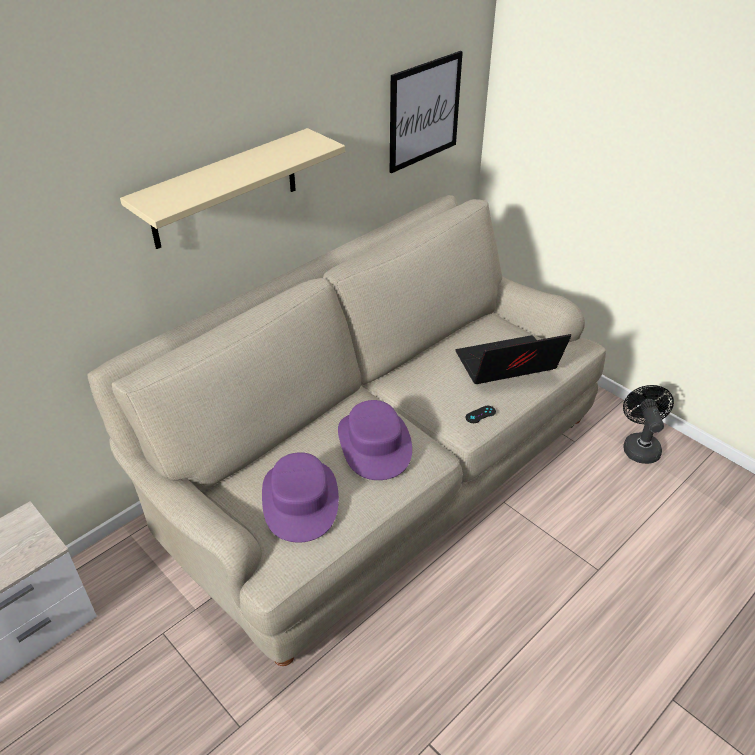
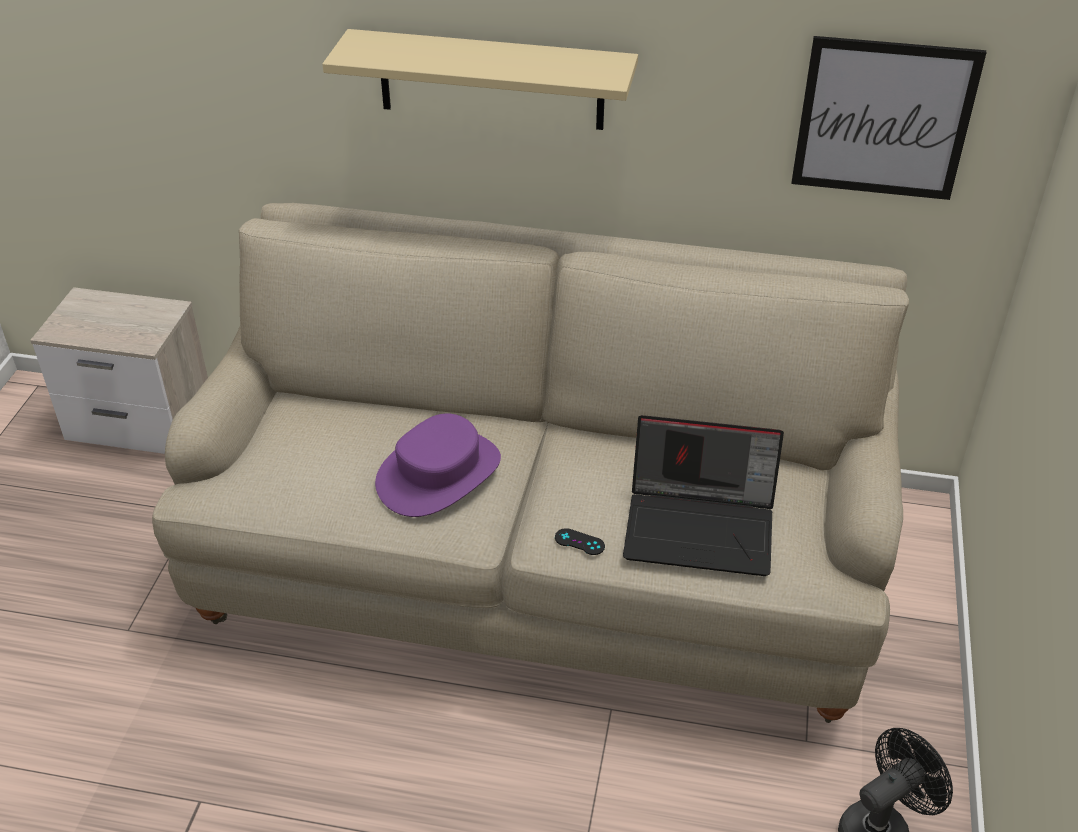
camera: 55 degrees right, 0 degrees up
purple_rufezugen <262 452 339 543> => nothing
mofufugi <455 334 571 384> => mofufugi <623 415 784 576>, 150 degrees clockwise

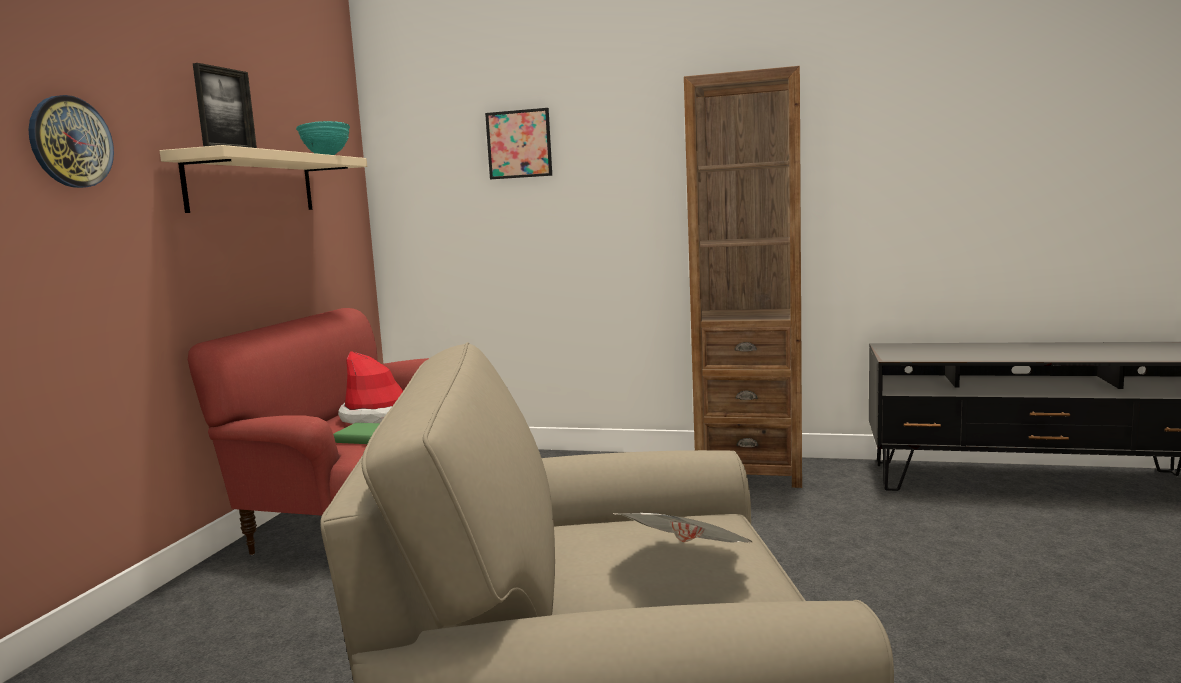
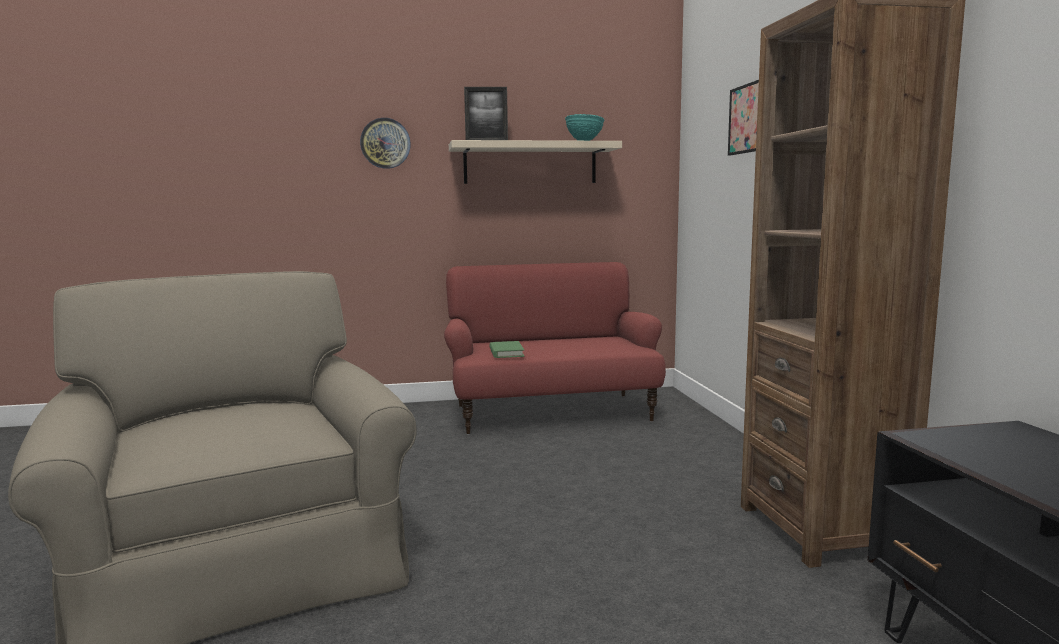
camera: 65 degrees right, 0 degrees up
rufezugen <338 351 403 424> => nothing
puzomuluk <612 513 753 543> => nothing

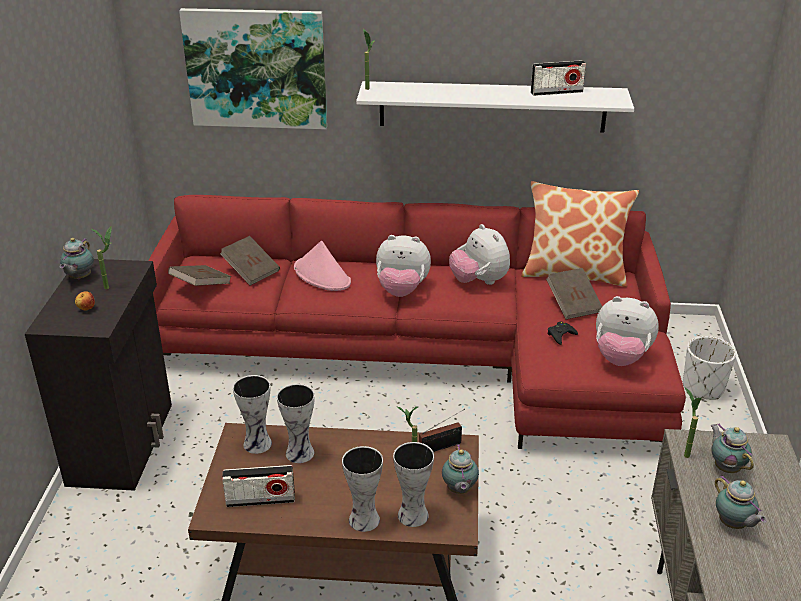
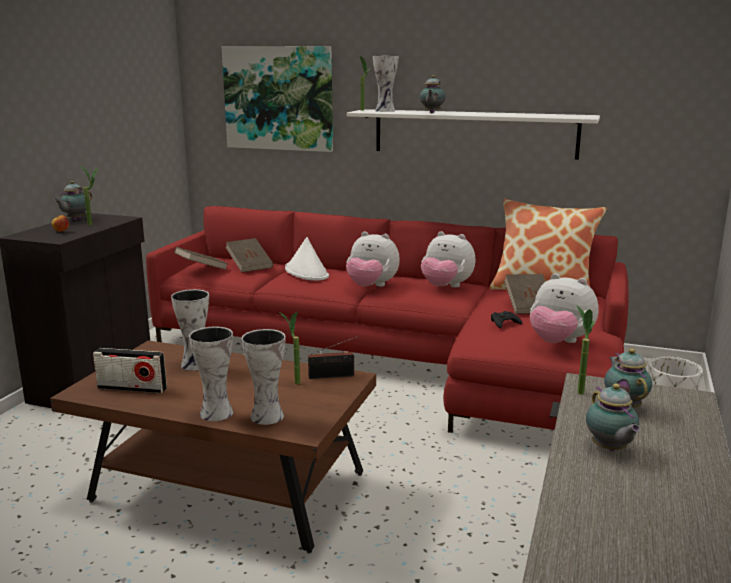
camera: 15 degrees right, 15 degrees down
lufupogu <233 375 272 454> => lufupogu <373 56 399 112>, relocated
pink_rufezugen <294 241 351 291> => white_rufezugen <285 237 329 281>
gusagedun <442 444 479 494> => gusagedun <420 75 446 113>, relocated
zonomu <449 224 510 285> => zonomu <421 231 475 288>, 45 degrees counterclockwise
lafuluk <531 60 586 96> => nothing

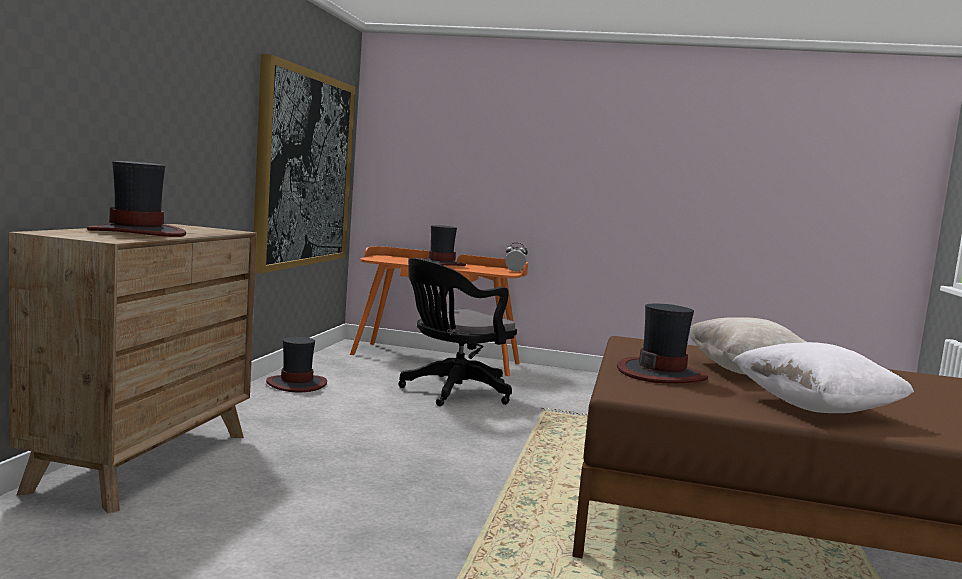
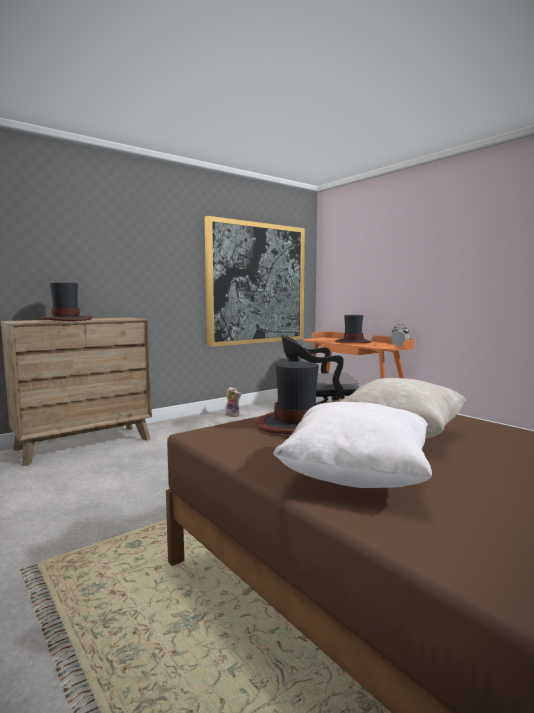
camera: 40 degrees right, 0 degrees up
rufezugen <266 337 327 392> => zonomu <225 387 241 417>

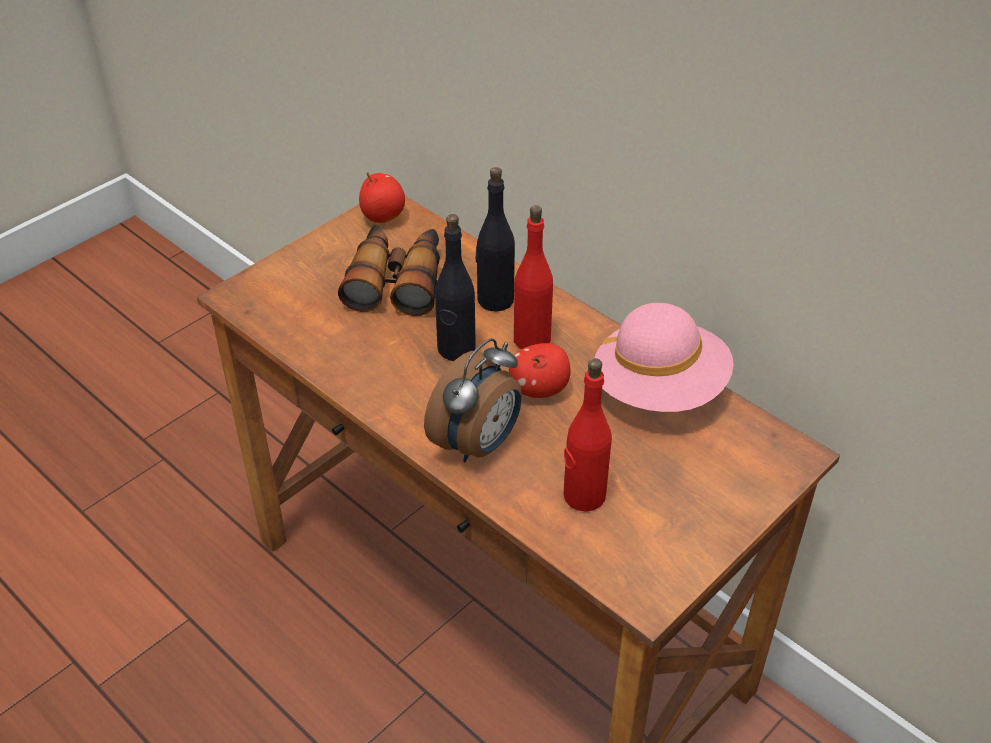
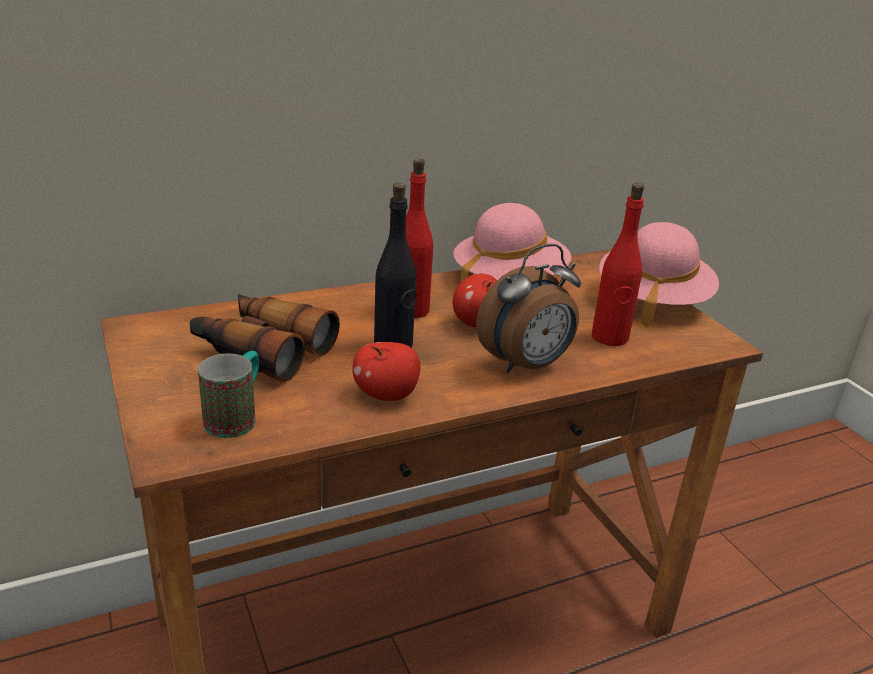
camera: 70 degrees left, 15 degrees down
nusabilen <359 172 405 223> => nusabilen <352 342 420 401>, relocated
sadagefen <424 338 522 463> => sadagefen <476 244 581 373>, 90 degrees clockwise
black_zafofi <476 167 515 312> => nothing
nothing => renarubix <198 351 259 438>
nothing => pink_rufezugen <599 222 719 327>

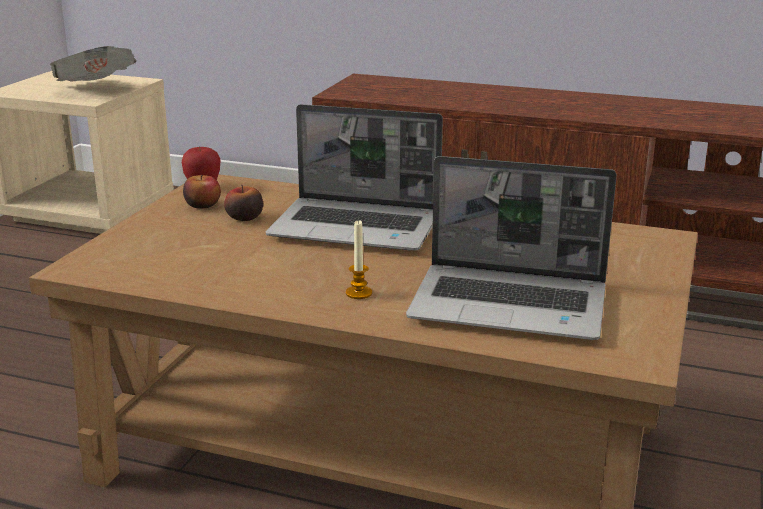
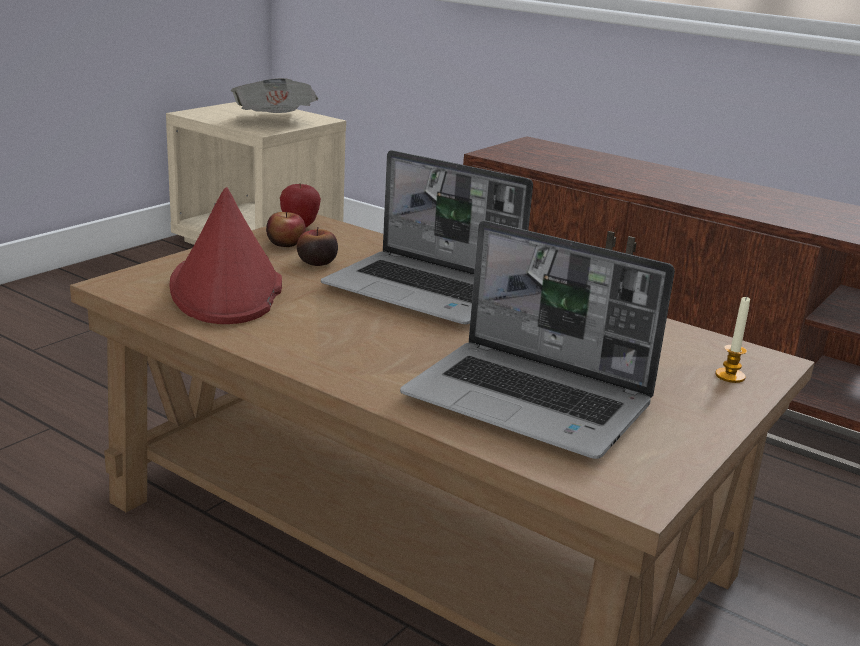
camera: 15 degrees right, 0 degrees up
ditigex <346 220 372 299> => ditigex <715 296 750 383>, relocated
nothing => red_rufezugen <169 187 282 324>

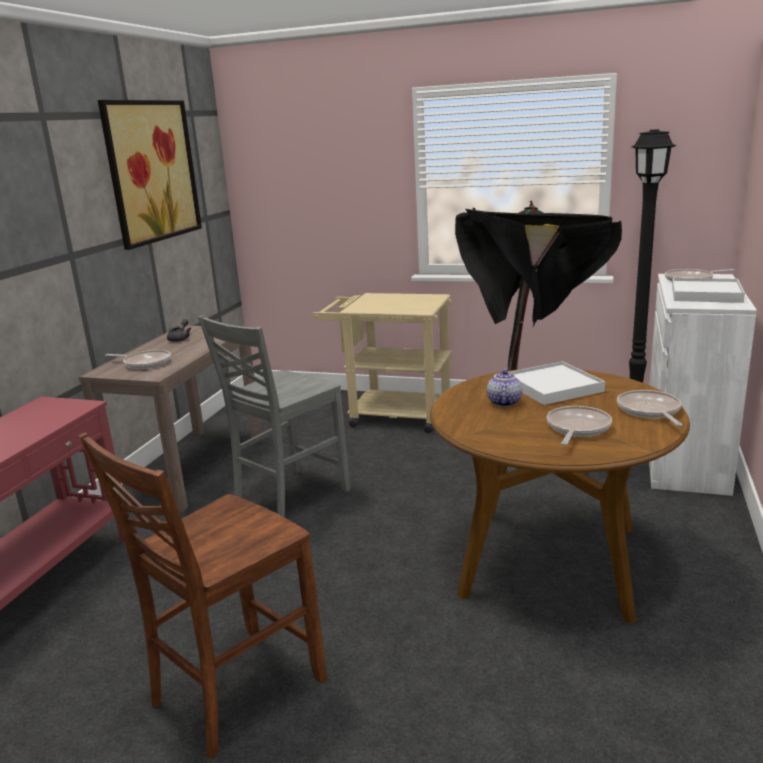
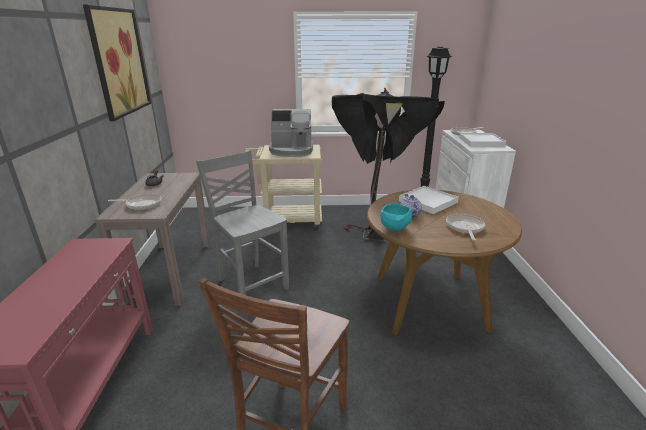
camera: 20 degrees left, 5 degrees up
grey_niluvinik <198 315 350 518> => grey_niluvinik <196 150 289 295>, 120 degrees clockwise
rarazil <617 390 683 426> => nothing
nothing => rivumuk <269 109 313 157>
nothing => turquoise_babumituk <380 203 412 231>

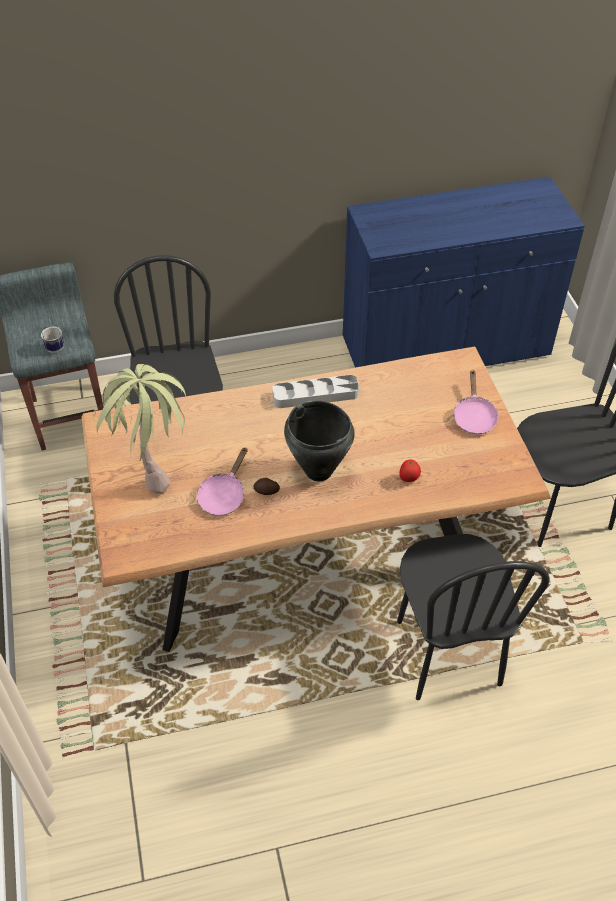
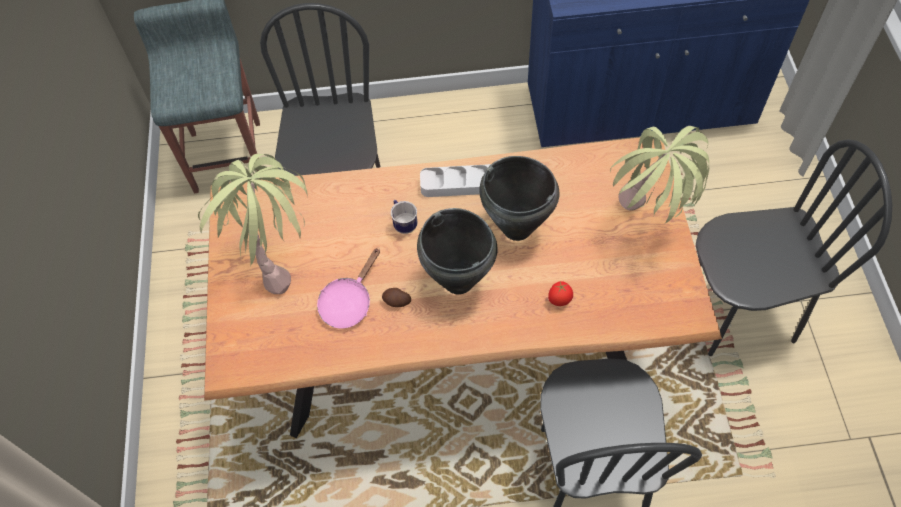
camera: 10 degrees right, 10 degrees up
renarubix <41 327 64 353> => renarubix <391 200 417 234>, relocated
pink_rarazil <453 371 499 435> => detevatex <610 126 709 223>
nothing => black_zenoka <479 156 560 241>

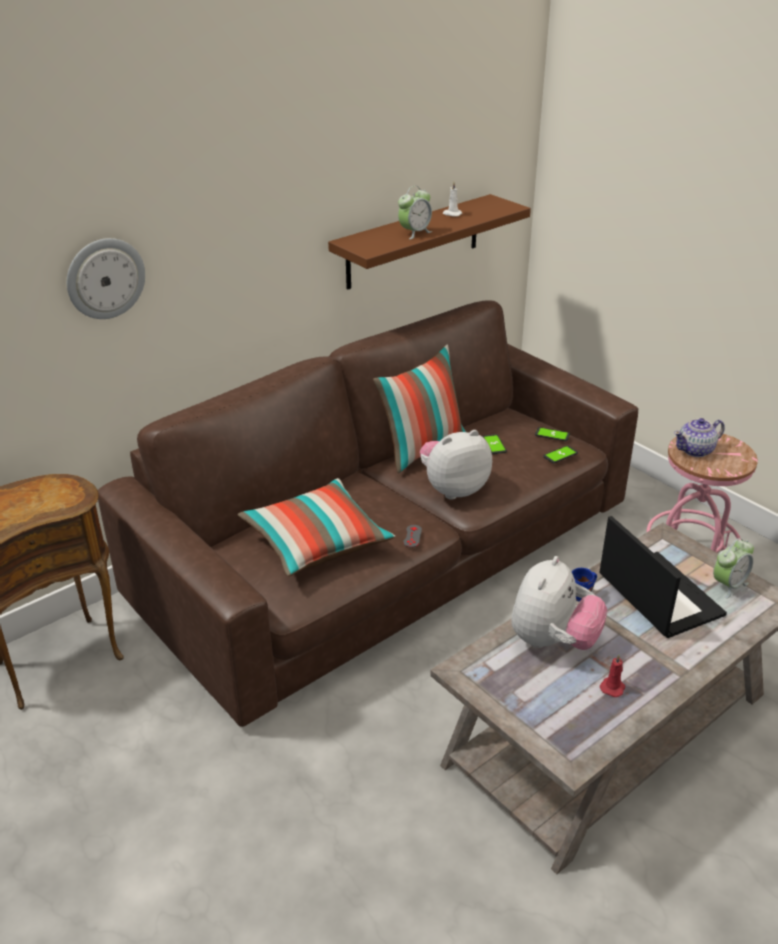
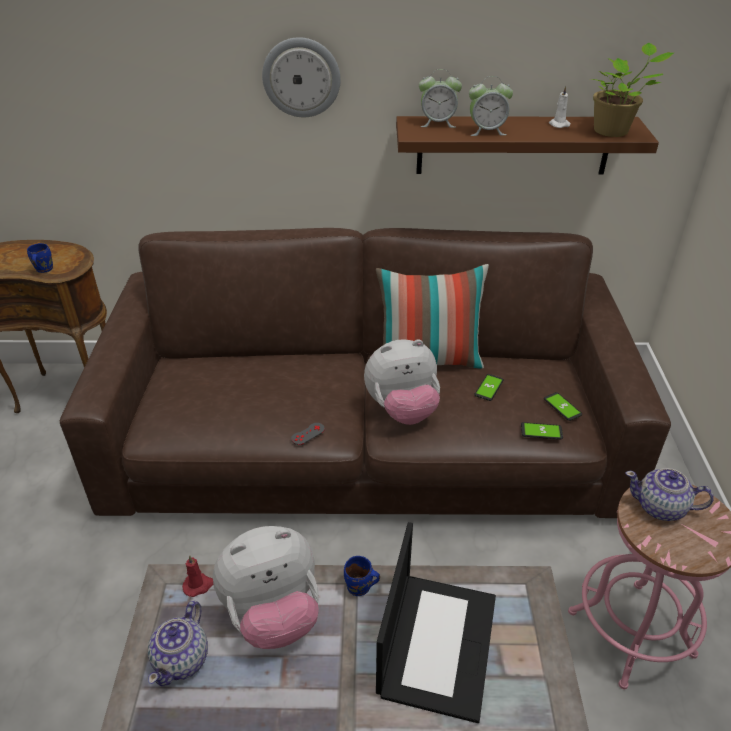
camera: 40 degrees right, 5 degrees up
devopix <67 238 145 319> => devopix <262 37 341 117>, relocated
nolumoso <237 478 395 576> => nothing
zonomu <420 430 492 500> => zonomu <364 339 440 425>, 150 degrees clockwise
red_ditigex <600 654 625 697> => red_ditigex <182 555 213 597>, relocated
sadagefen <713 538 754 599> => sadagefen <419 69 462 128>, relocated
nothing => blue_renarubix <27 243 53 273>
nothing => gusagedun <148 601 208 686>
nothing => detevatex <592 43 674 137>

